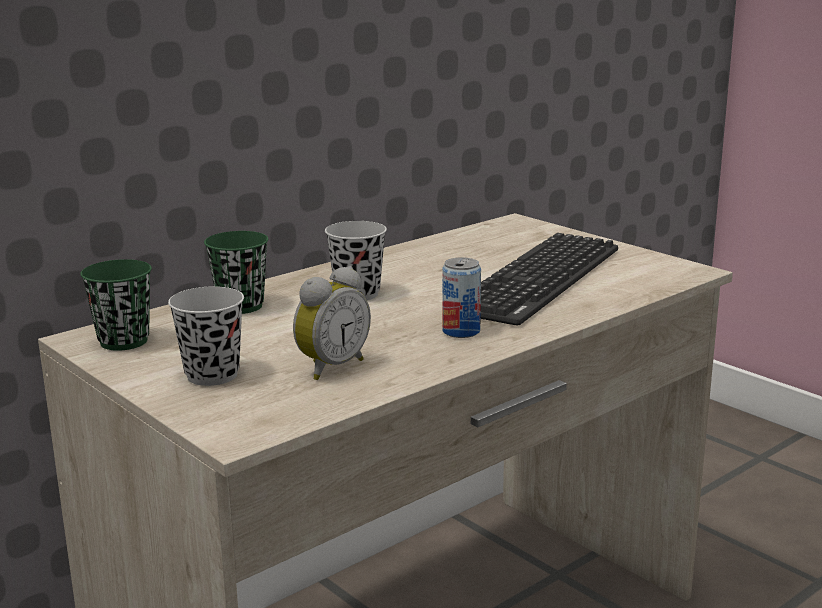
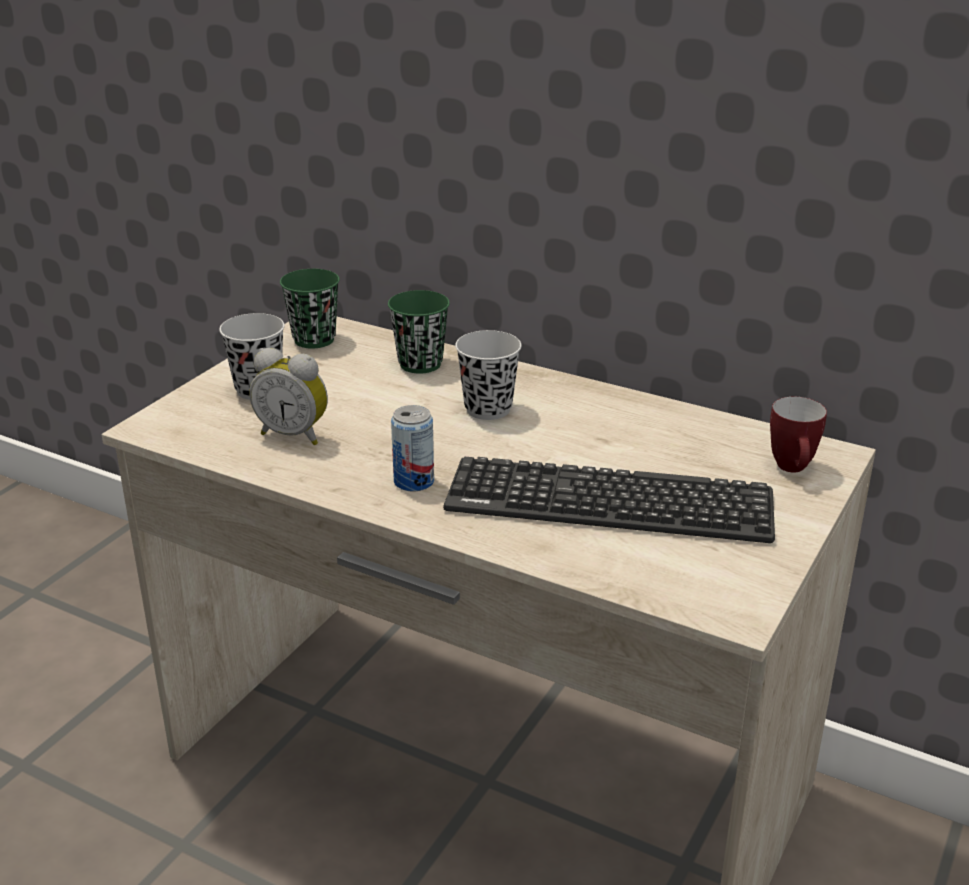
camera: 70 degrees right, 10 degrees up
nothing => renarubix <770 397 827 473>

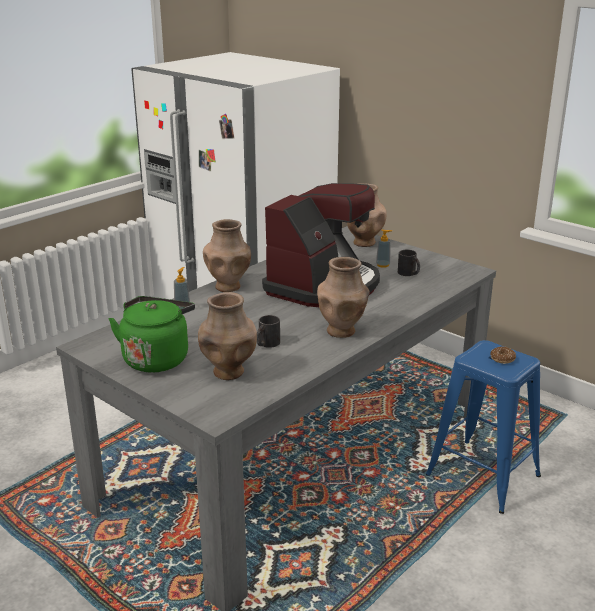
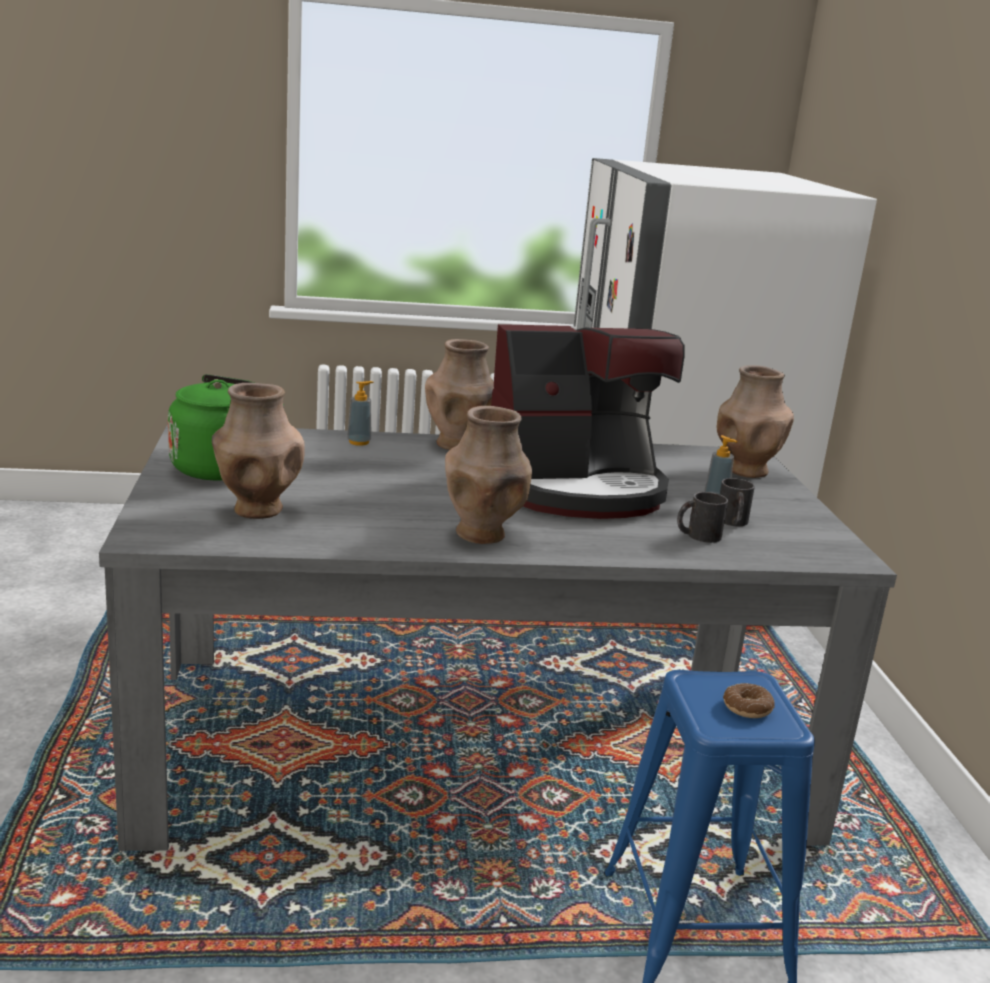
camera: 40 degrees right, 5 degrees down
black_renarubix <257 315 280 348> => black_renarubix <677 492 728 543>, relocated

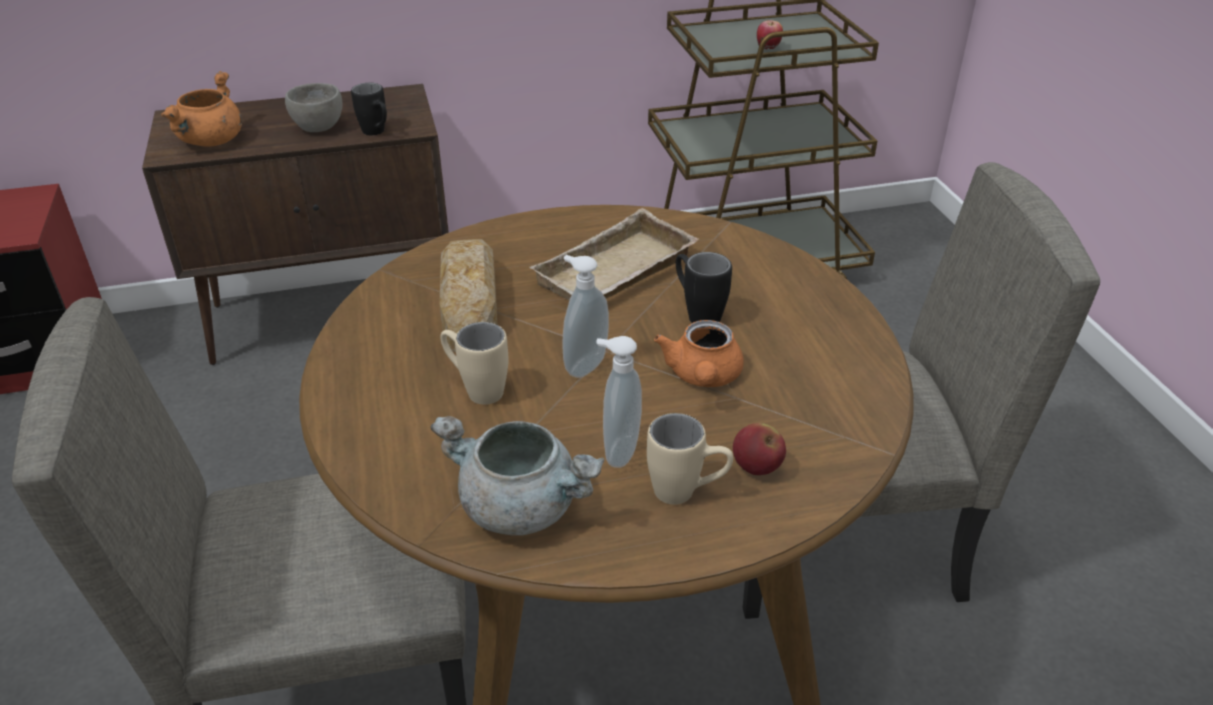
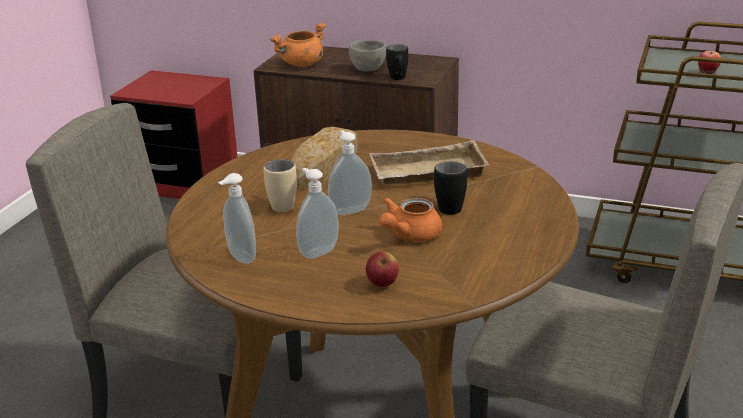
camera: 35 degrees right, 10 degrees down
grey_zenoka <430 416 604 536> => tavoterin <218 173 256 264>
beige_renarubix <647 413 733 505> => nothing

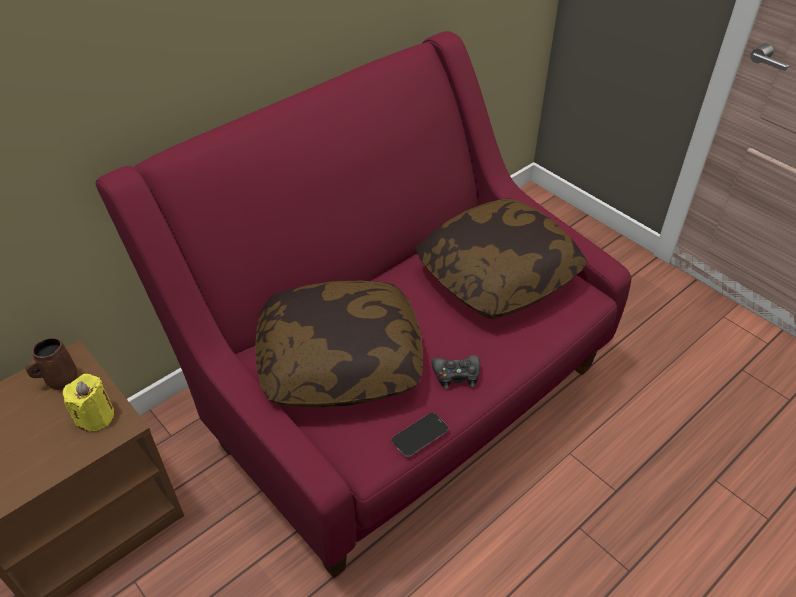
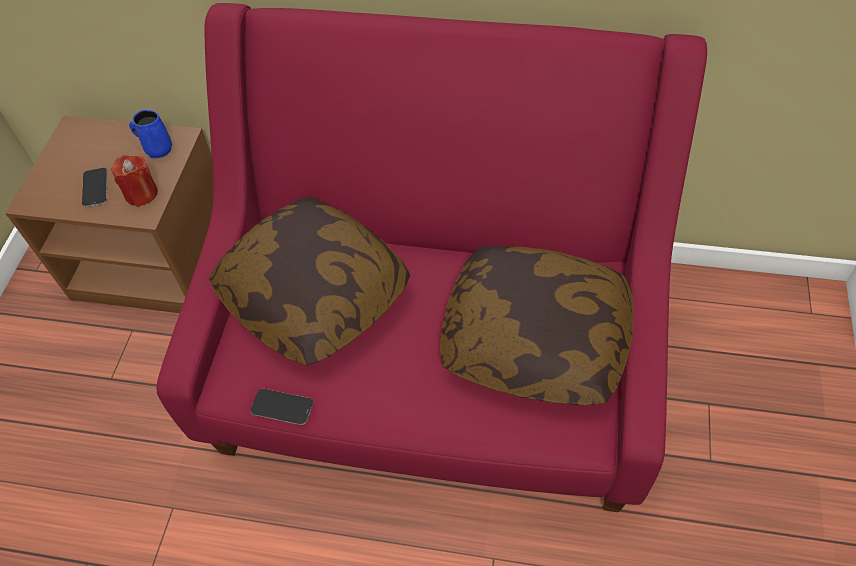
camera: 55 degrees right, 10 degrees up
brown_renarubix <25 337 77 390> => blue_renarubix <129 110 172 158>
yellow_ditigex <63 374 114 431> => red_ditigex <111 155 158 207>
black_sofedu <431 355 480 389> => nothing
nothing => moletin <82 168 107 207>

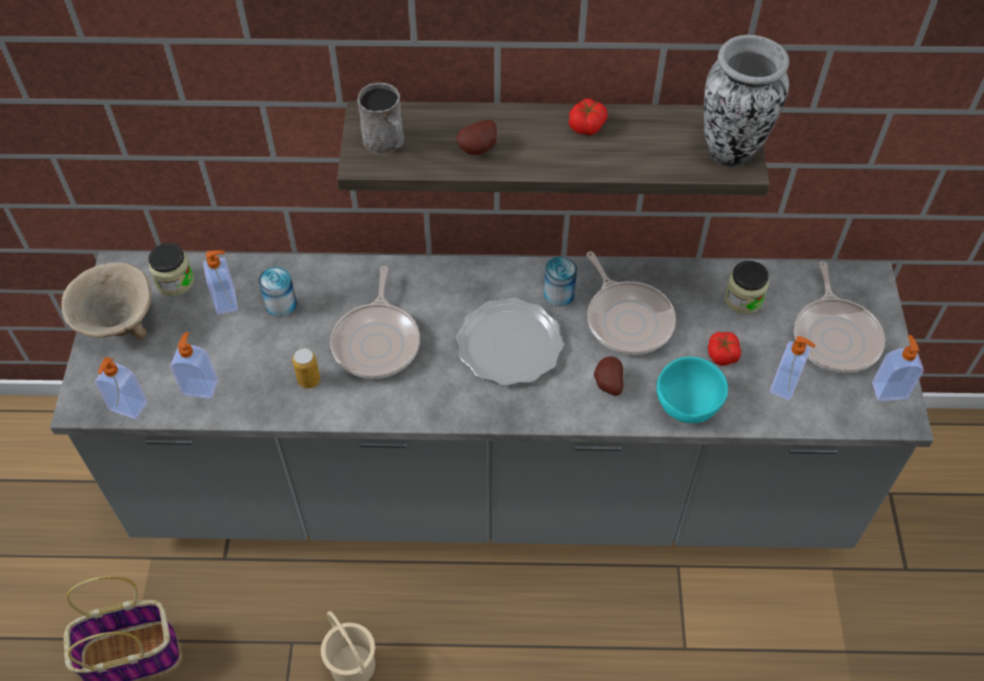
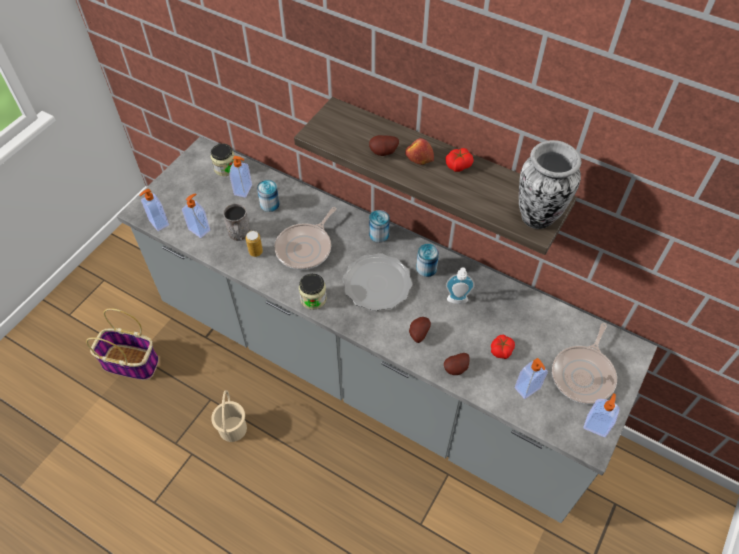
camera: 30 degrees right, 0 degrees up
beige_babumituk <61 262 151 340> => nothing
grey_renarubix <357 83 404 154> => grey_renarubix <223 203 250 241>, relocated
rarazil <586 251 676 355> => tavoterin <446 267 475 304>
turquoise_babumituk <657 357 728 423> => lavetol <444 353 470 375>
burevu <724 261 769 314> => burevu <299 274 327 310>, relocated
nothing => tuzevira <369 210 390 243>
nothing => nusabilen <405 138 434 165>

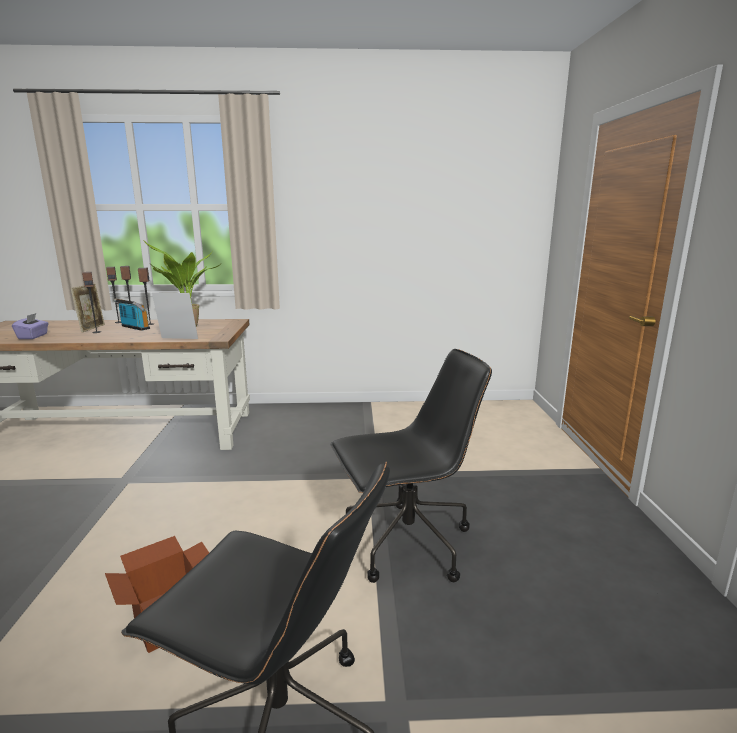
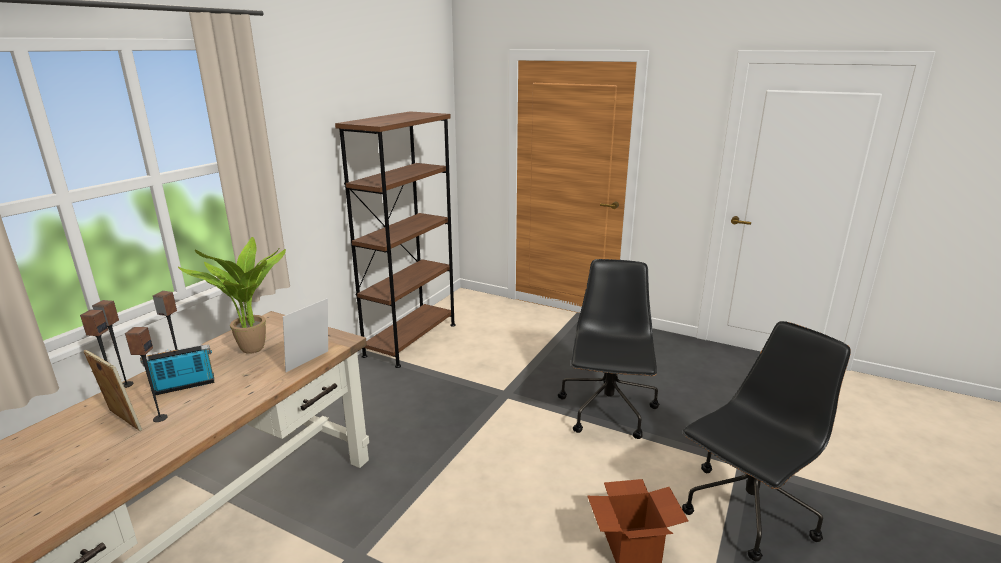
camera: 60 degrees left, 5 degrees up
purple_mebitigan <12 313 49 339> => nothing
nothing => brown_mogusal <335 111 456 368>

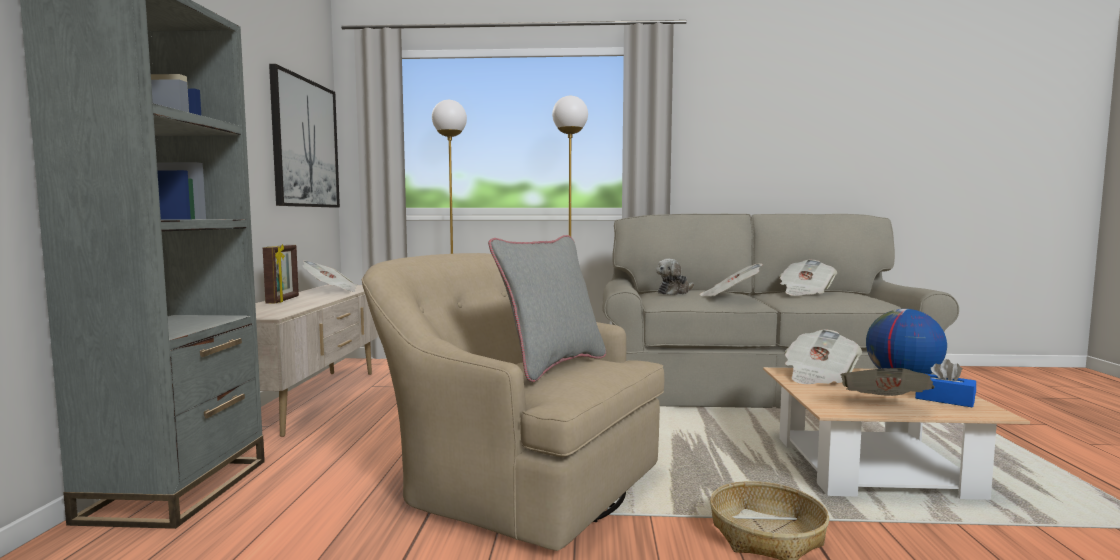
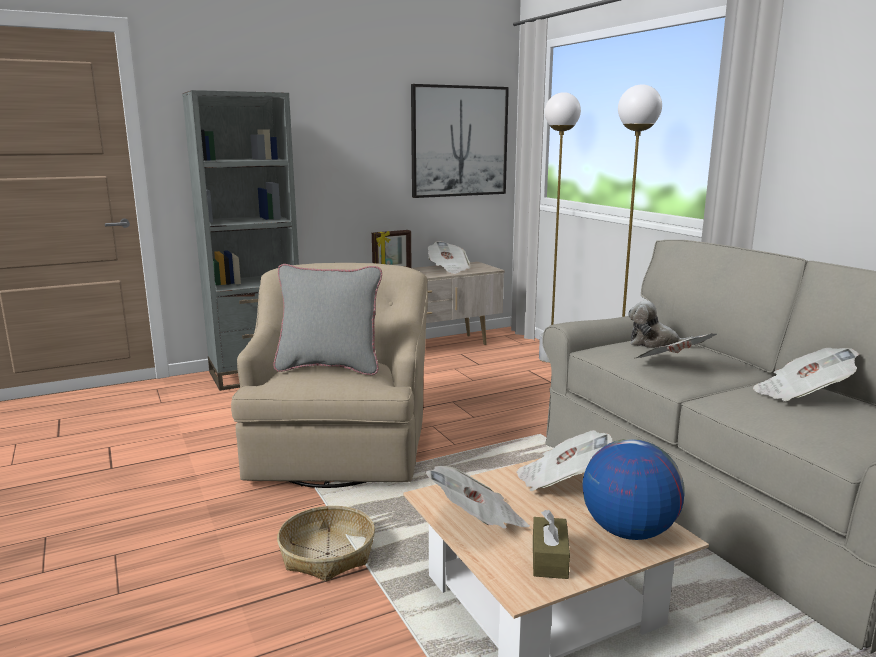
camera: 60 degrees right, 10 degrees up
blue_mebitigan <915 359 976 408> => brown_mebitigan <533 510 570 579>

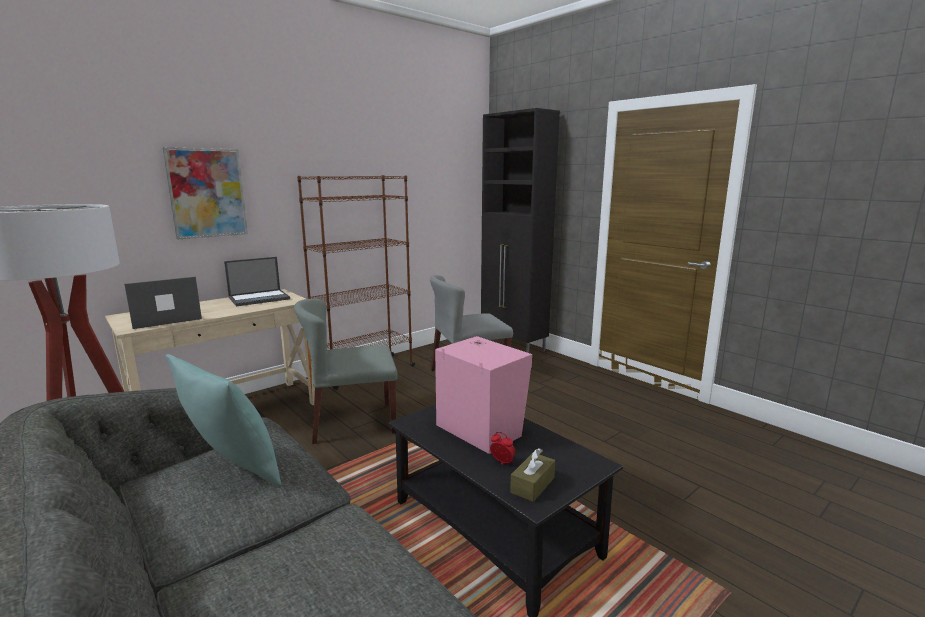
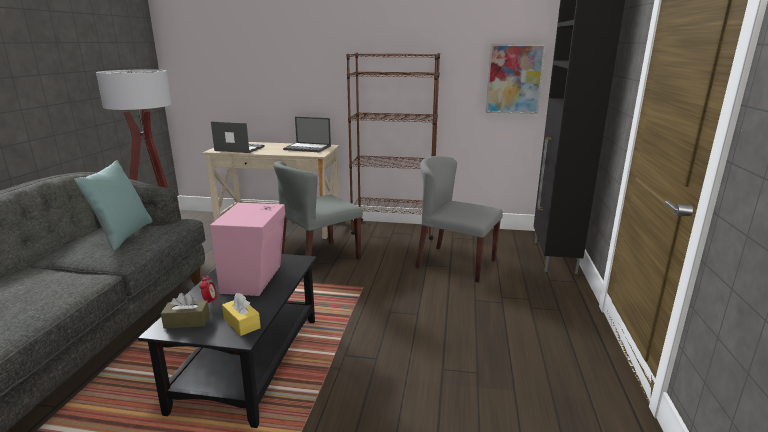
camera: 50 degrees right, 5 degrees up
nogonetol <163 147 248 240> => nogonetol <486 44 546 114>, relocated
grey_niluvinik <294 299 398 444> => grey_niluvinik <273 161 363 259>, 75 degrees counterclockwise
nothing => yellow_mebitigan <222 293 261 336>

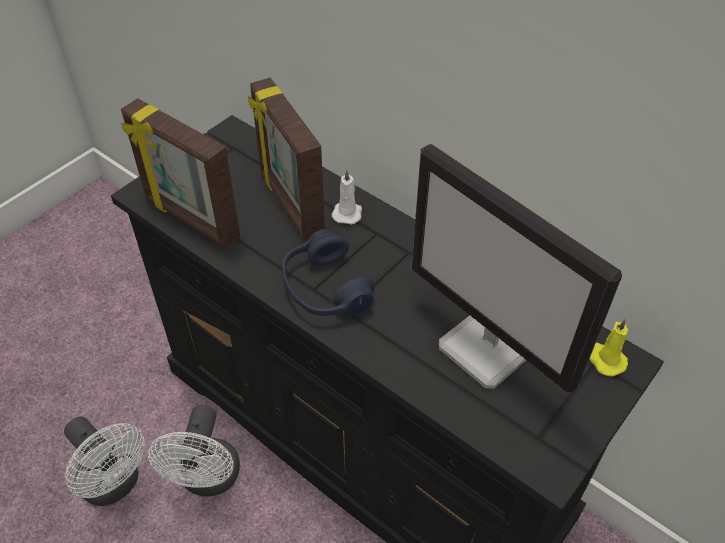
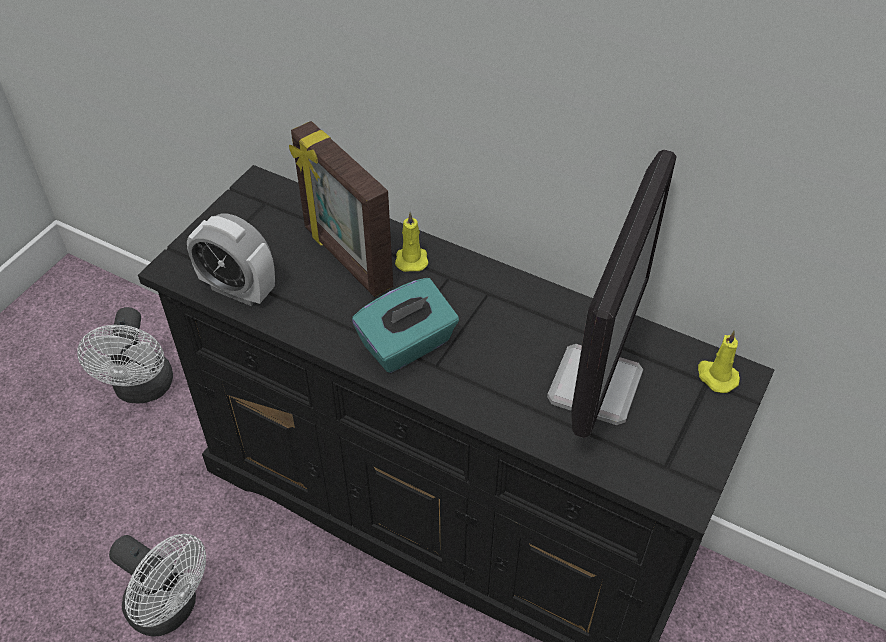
camera: 10 degrees left, 0 degrees up
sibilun <121 98 240 248> => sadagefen <187 214 275 306>
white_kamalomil <148 405 240 496> => white_kamalomil <77 307 173 403>, relocated
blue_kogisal <282 229 375 316> => turquoise_mebitigan <352 278 459 373>
white_ditigex <332 170 362 224> => yellow_ditigex <395 212 429 272>
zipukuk <412 144 622 392> => zipukuk <547 150 677 438>, 105 degrees counterclockwise

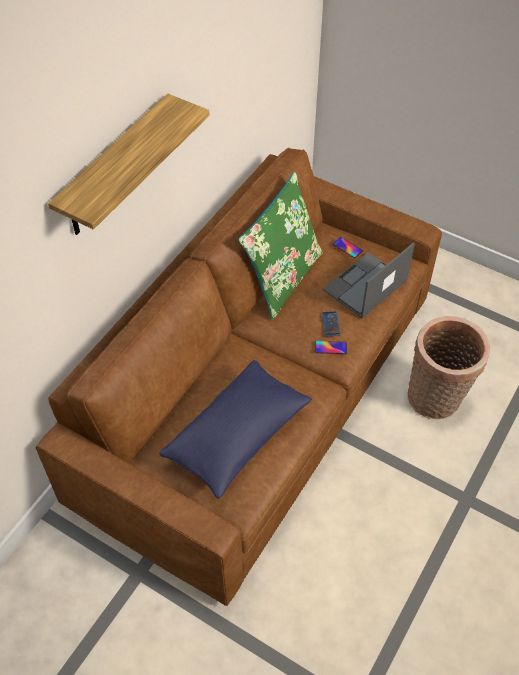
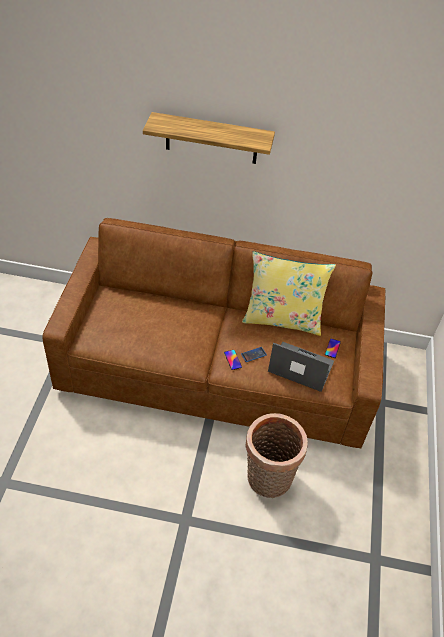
camera: 65 degrees right, 5 degrees down
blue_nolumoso <159 360 312 499> => nothing
green_nolumoso <238 172 323 320> => yellow_nolumoso <242 251 336 336>

